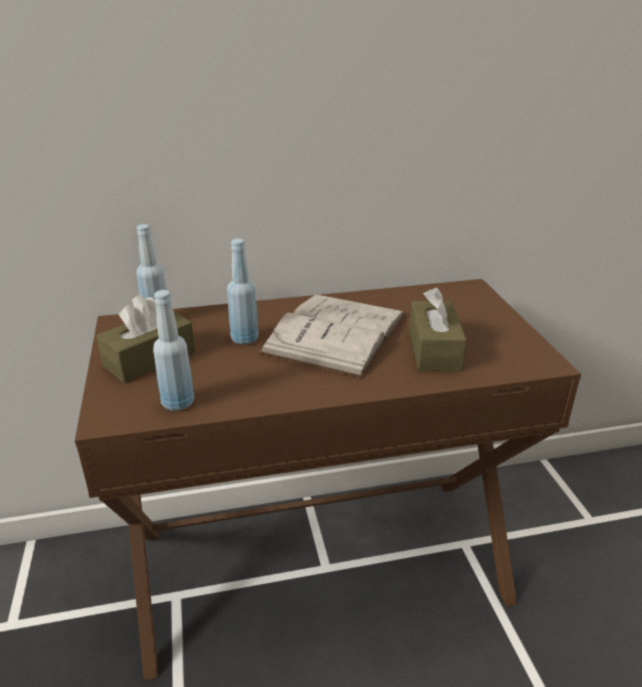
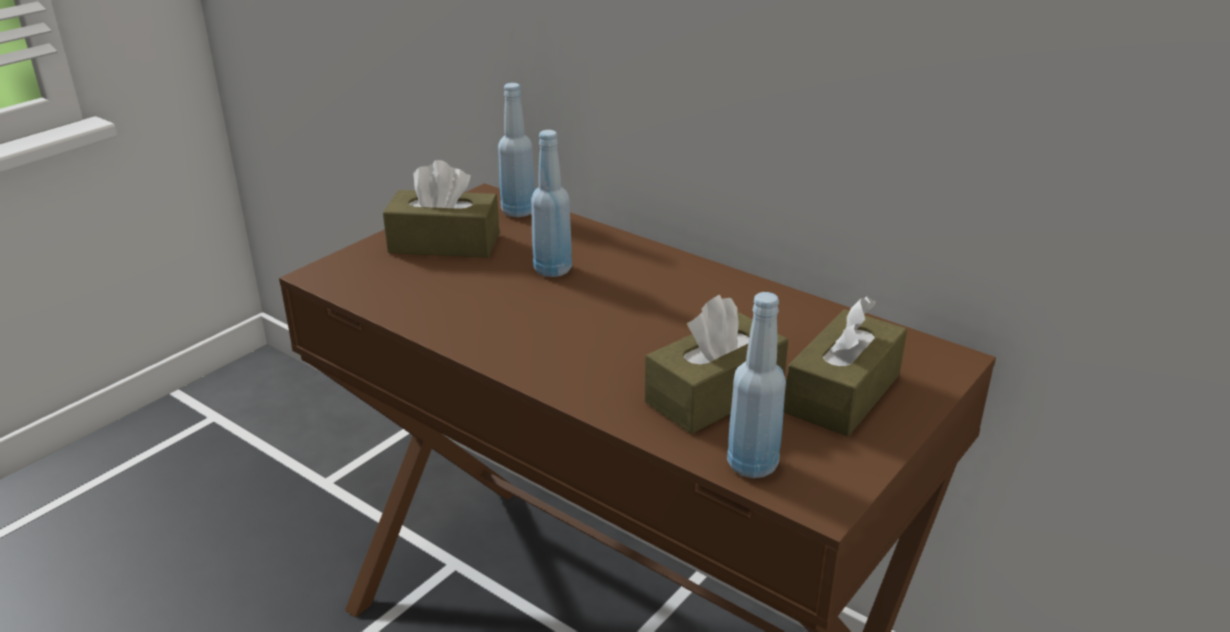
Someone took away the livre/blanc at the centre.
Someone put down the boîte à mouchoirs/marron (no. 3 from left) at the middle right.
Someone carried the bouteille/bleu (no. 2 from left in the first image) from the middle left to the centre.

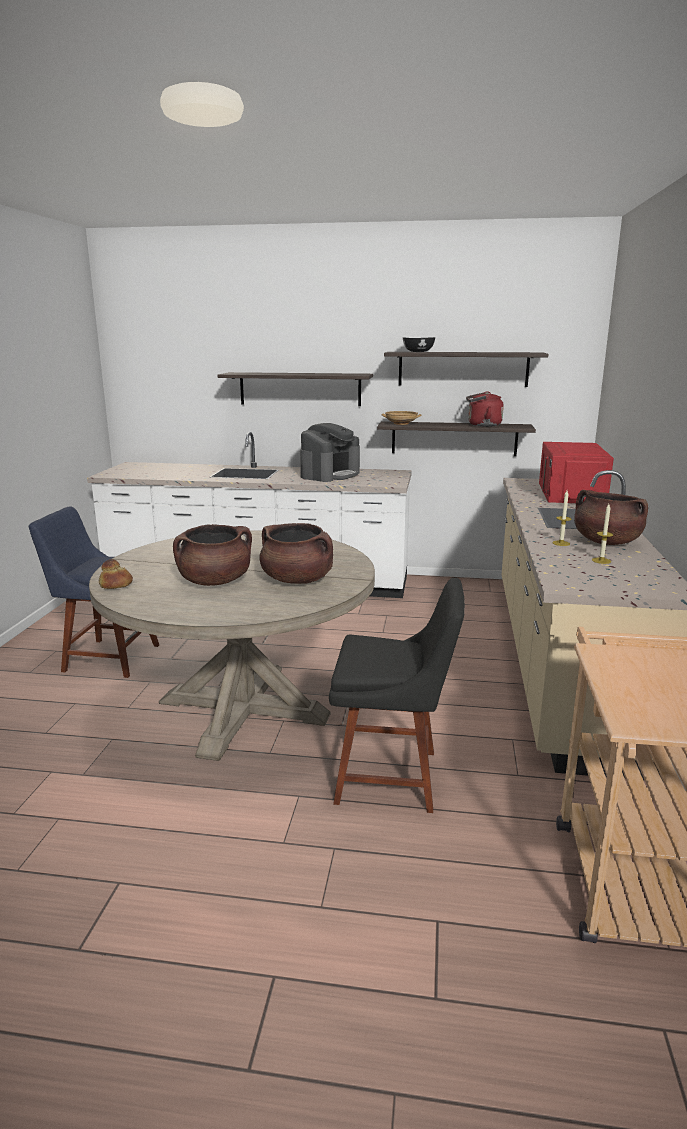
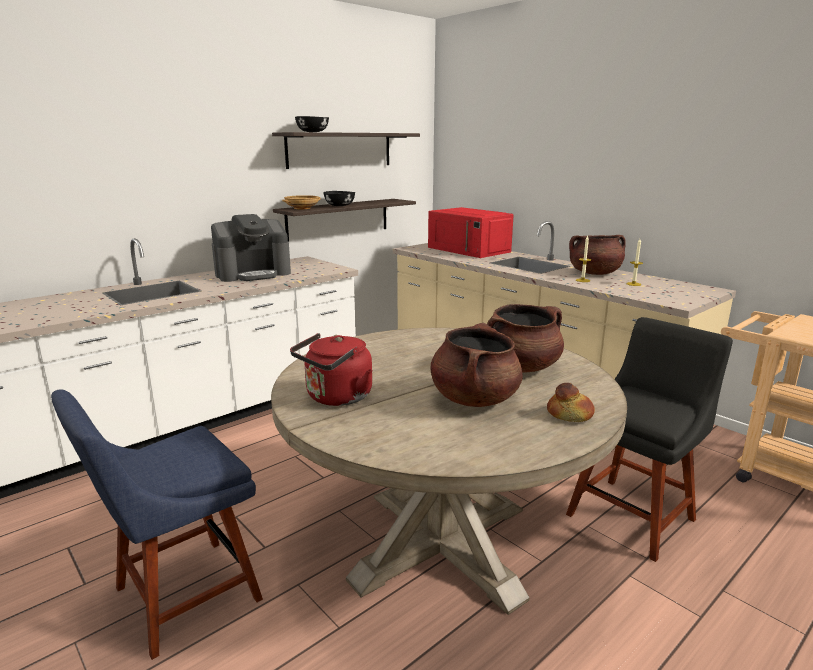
Someone took away the étagère (no. 1 from left) at the centre.
Someone put down the bol/noir (no. 2 from left) at the top centre.
Someone carried the pain from the middle left to the middle right.
Someone carried the bouilloire/rouge from the middle right to the centre.
Someone rotated the machine à café at the centre by 75 degrees clockwise.

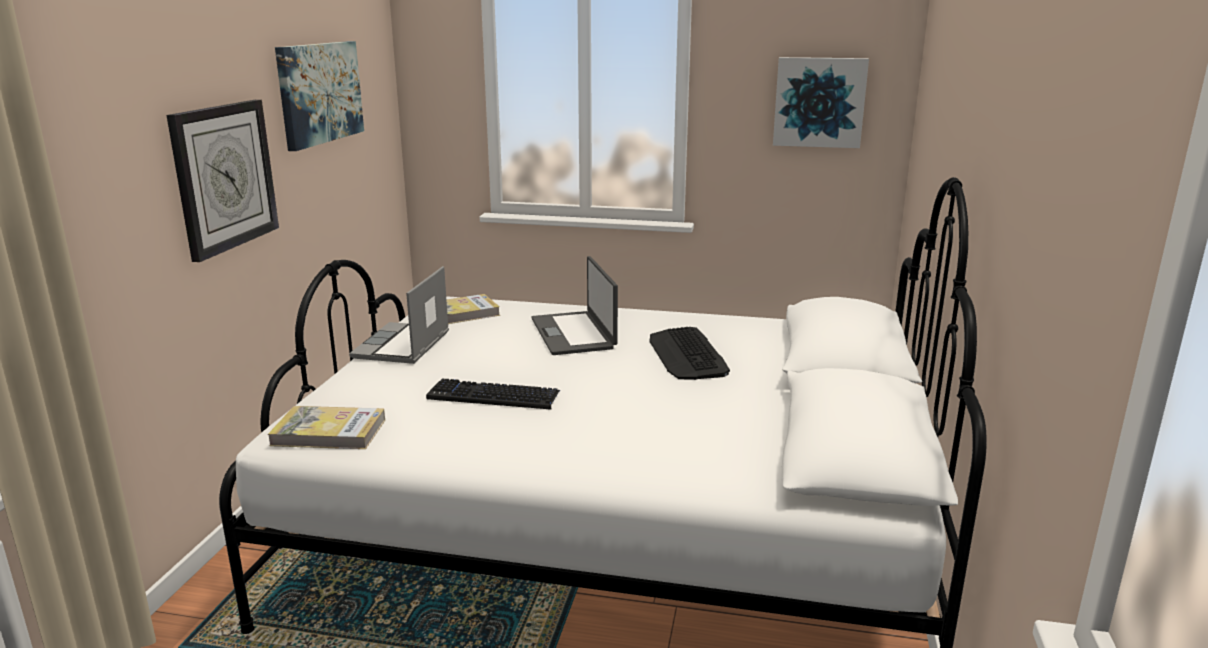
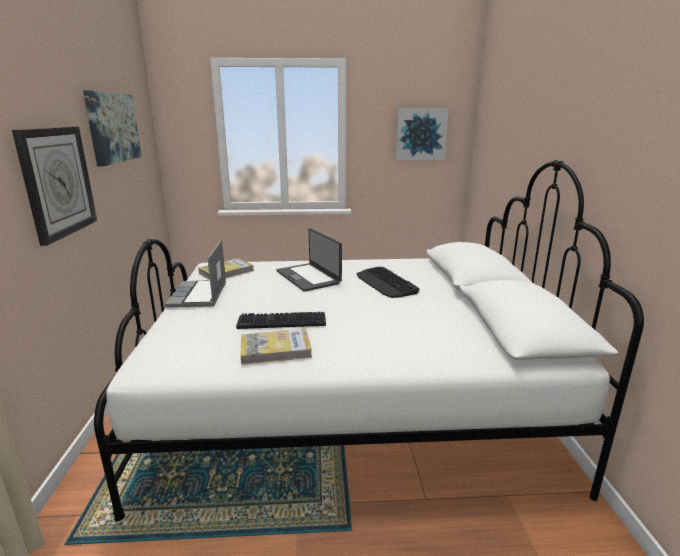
Someone carried the livre (no. 1 from left in the first image) from the middle left to the centre.

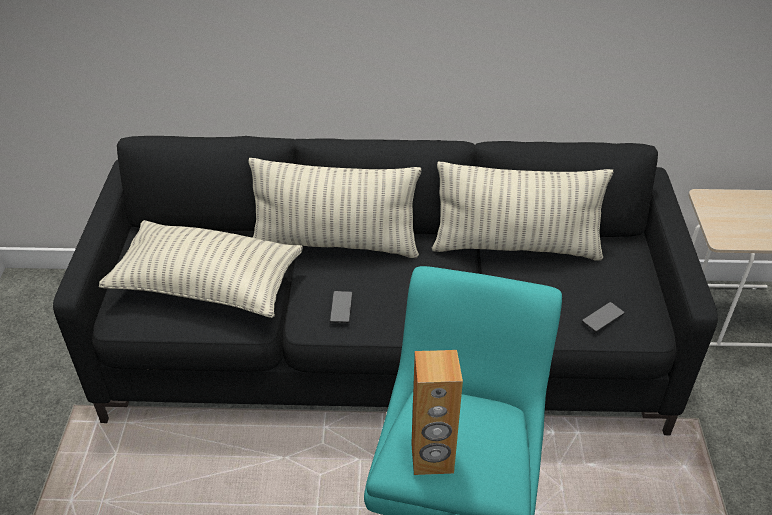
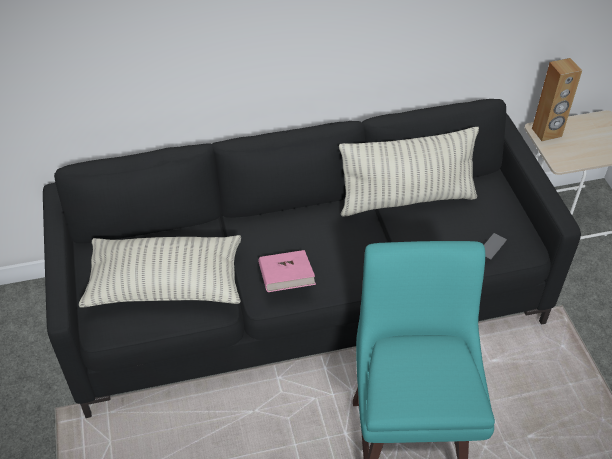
Someone took away the coussin (no. 2 from left) at the centre.
Someone carried the enceinte/marron from the bottom centre to the top right.
Someone swapped the téléphone (no. 1 from left) at the centre for the livre/rose at the centre.

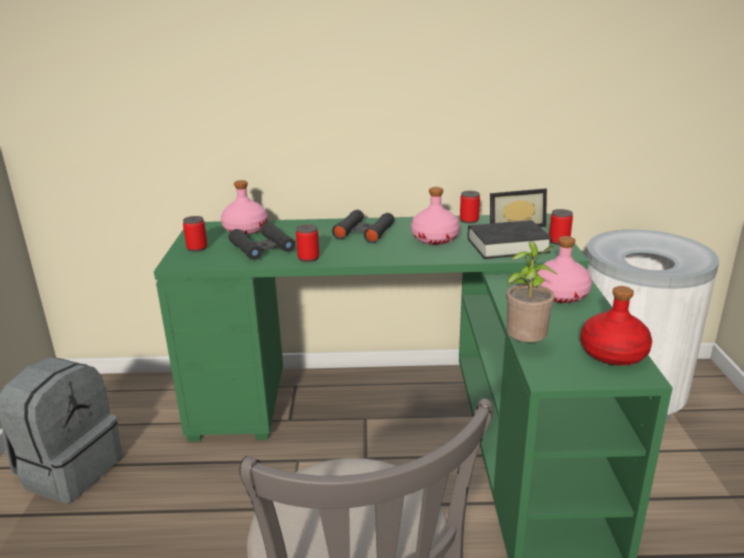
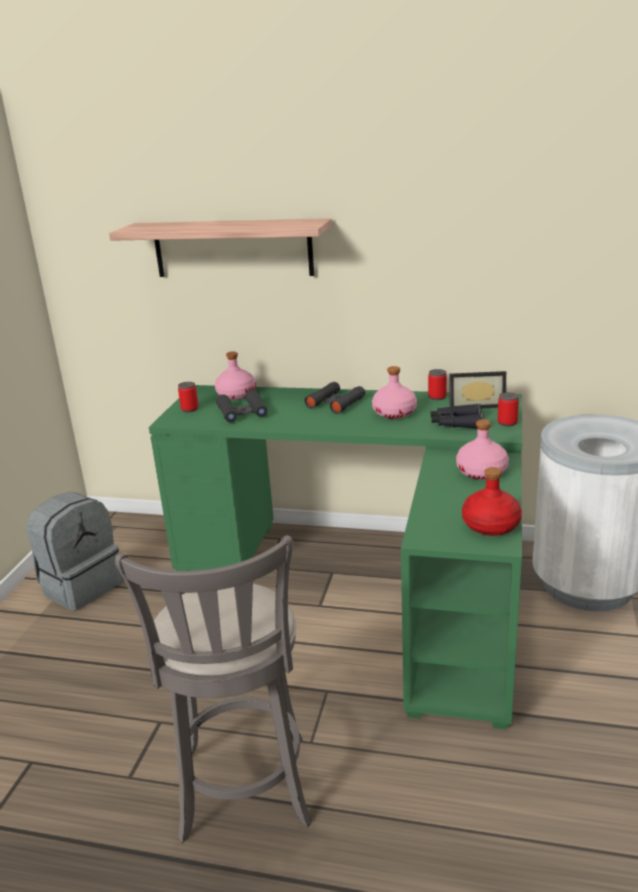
Someone took away the boîte métallique (no. 2 from left) at the centre.
Someone took away the plante en pot at the middle right.
Someone put up the étagère at the top centre.
Someone swapped the livre/noir at the middle right for the jumelles/noir (no. 3 from left) at the middle right.

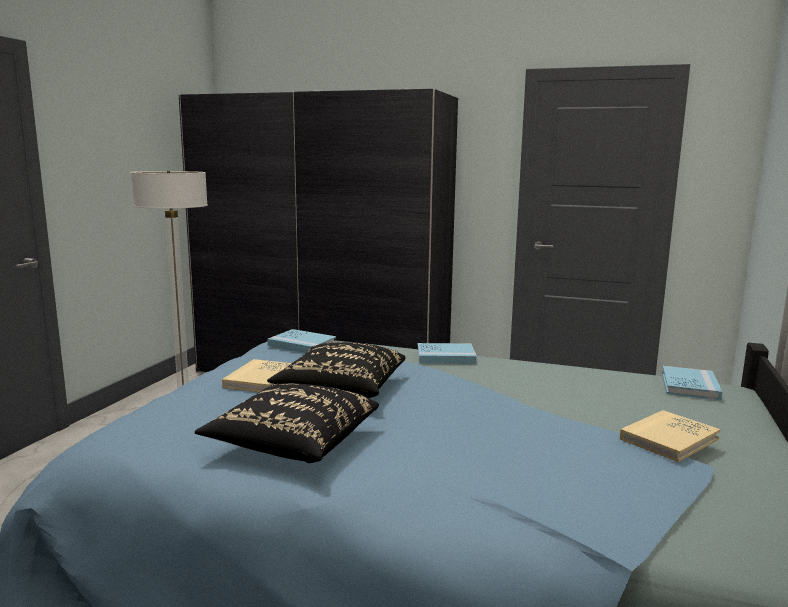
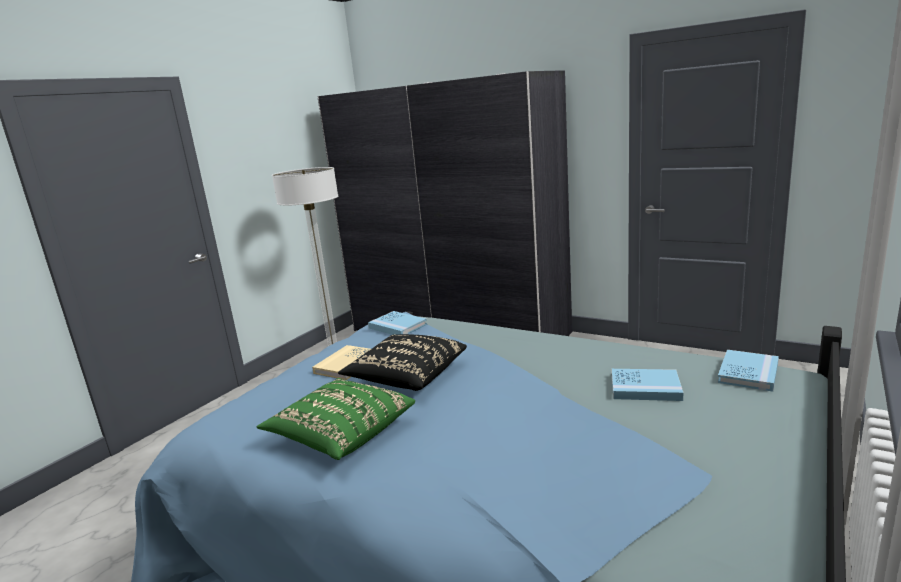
Someone took away the livre/beige (no. 2 from left) at the bottom right.
Someone carried the livre/bleu (no. 2 from left) from the centre to the middle right.
Someone repainted the coussin/noir (no. 1 from left) at the bottom centre, which became the coussin/vert at the bottom centre.

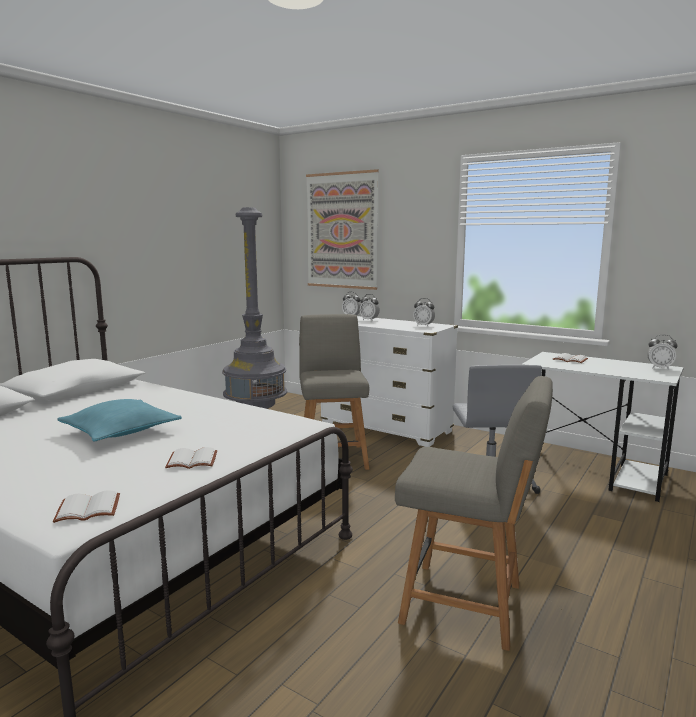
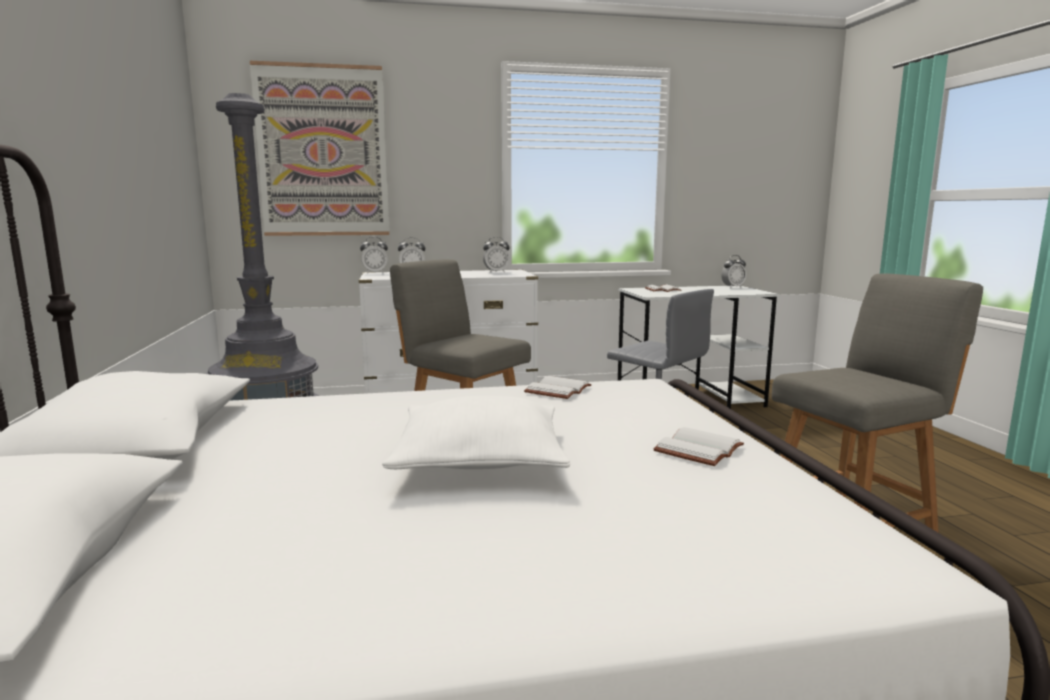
Someone carried the livre/blanc (no. 1 from left) from the bottom left to the centre.
Someone repainted the coussin/turquoise at the middle left, which became the coussin/blanc at the centre.

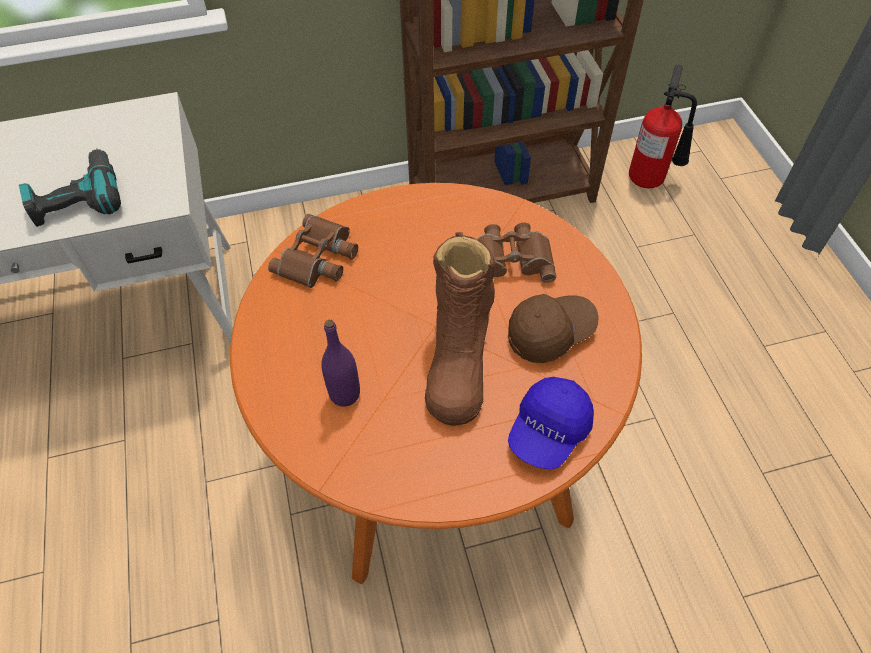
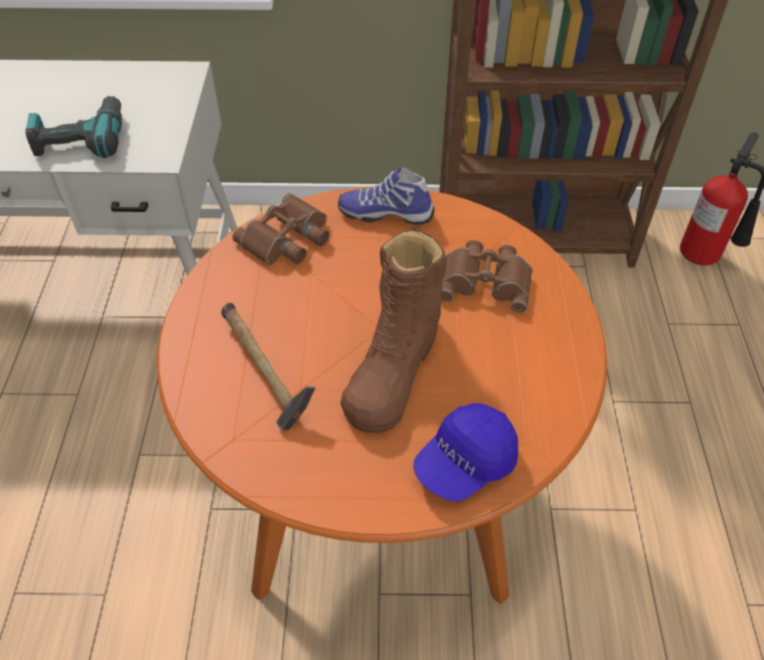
Someone took away the casquette/marron at the centre.
Someone put down the chaussure at the top centre.
Someone swapped the bouteille/violet at the centre for the marteau at the centre.

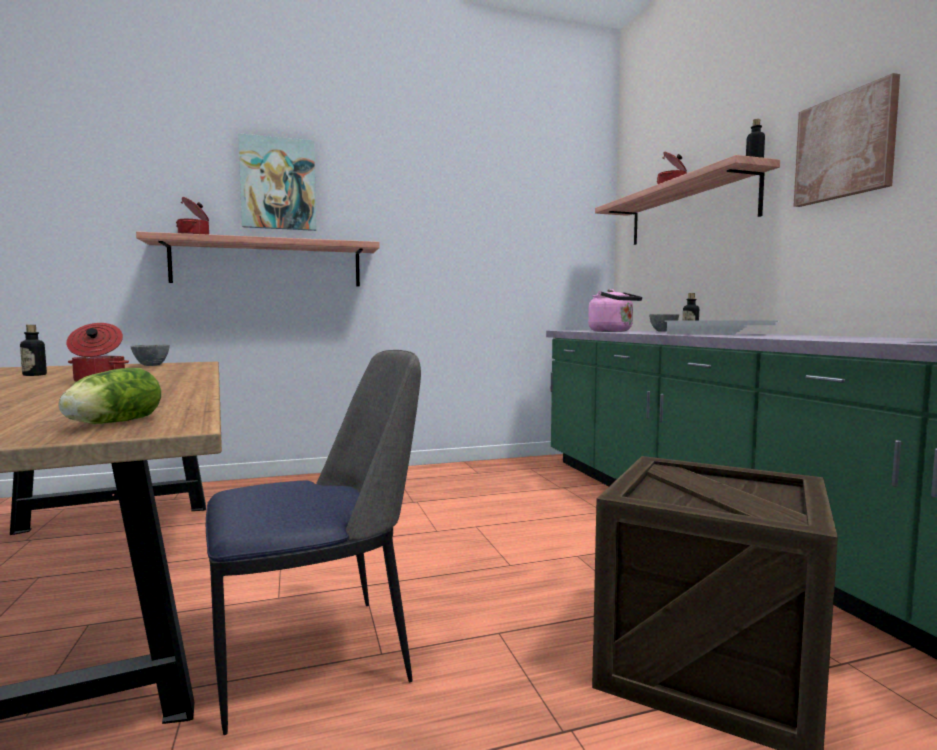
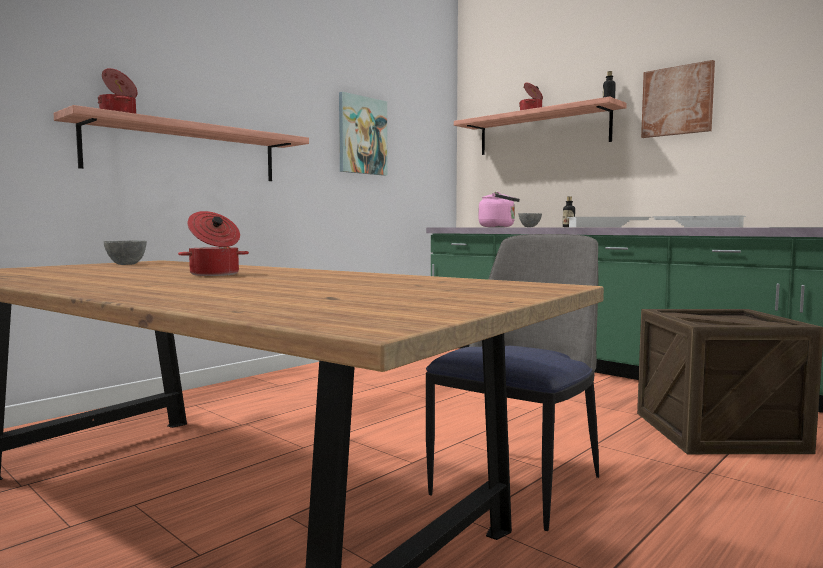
Someone took away the bouteille (no. 1 from left) at the middle left.
Someone took away the laitue at the middle left.
Someone put down the plateau/blanc (no. 2 from left) at the middle right.
Someone carried the tableau (no. 1 from left) from the top left to the top centre.

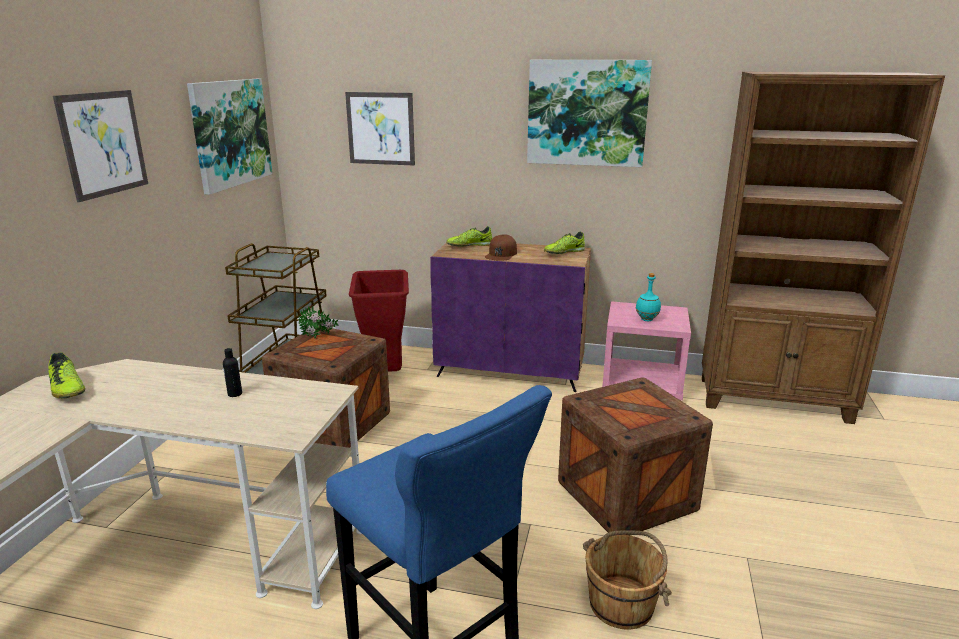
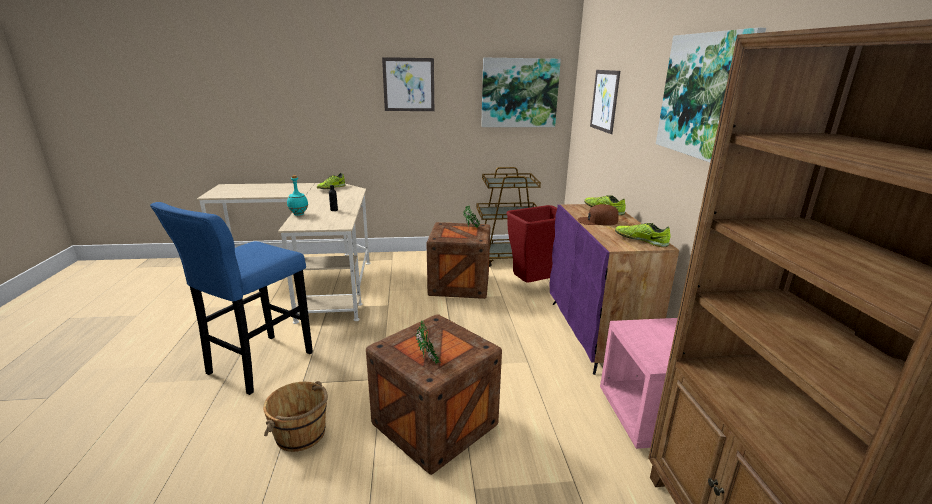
Someone put down the plante en pot (no. 1 from left) at the bottom centre.
Someone carried the bouteille/turquoise from the middle right to the middle left.

